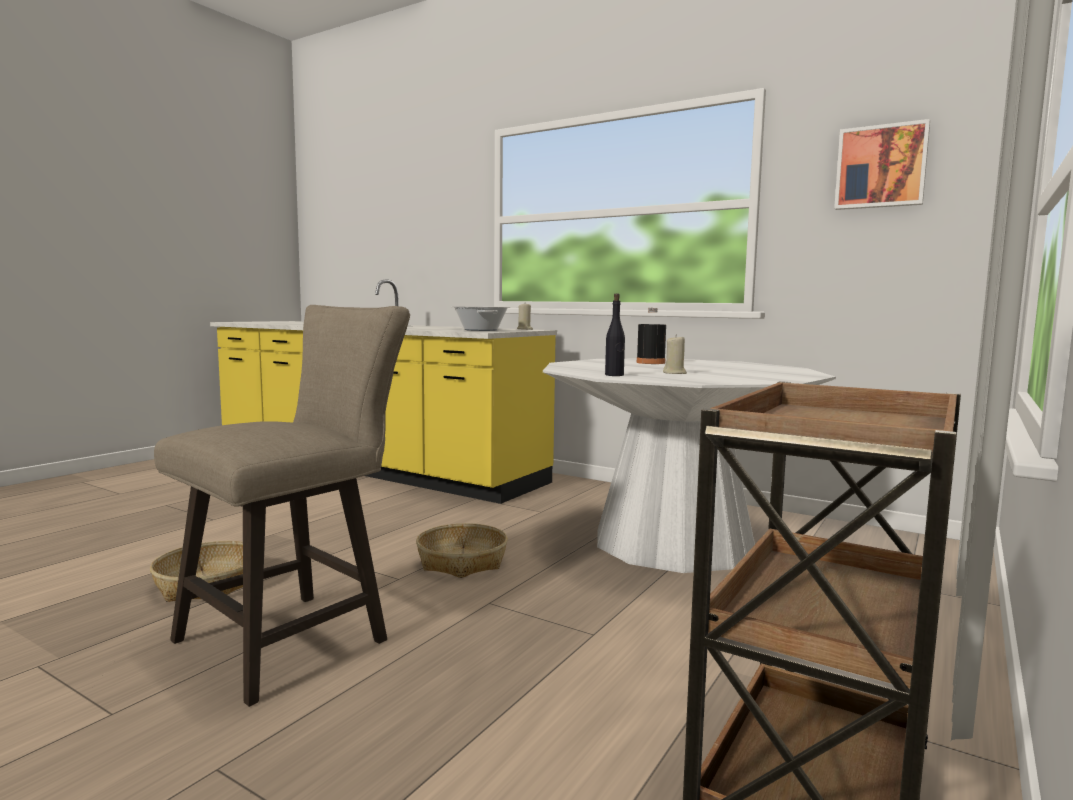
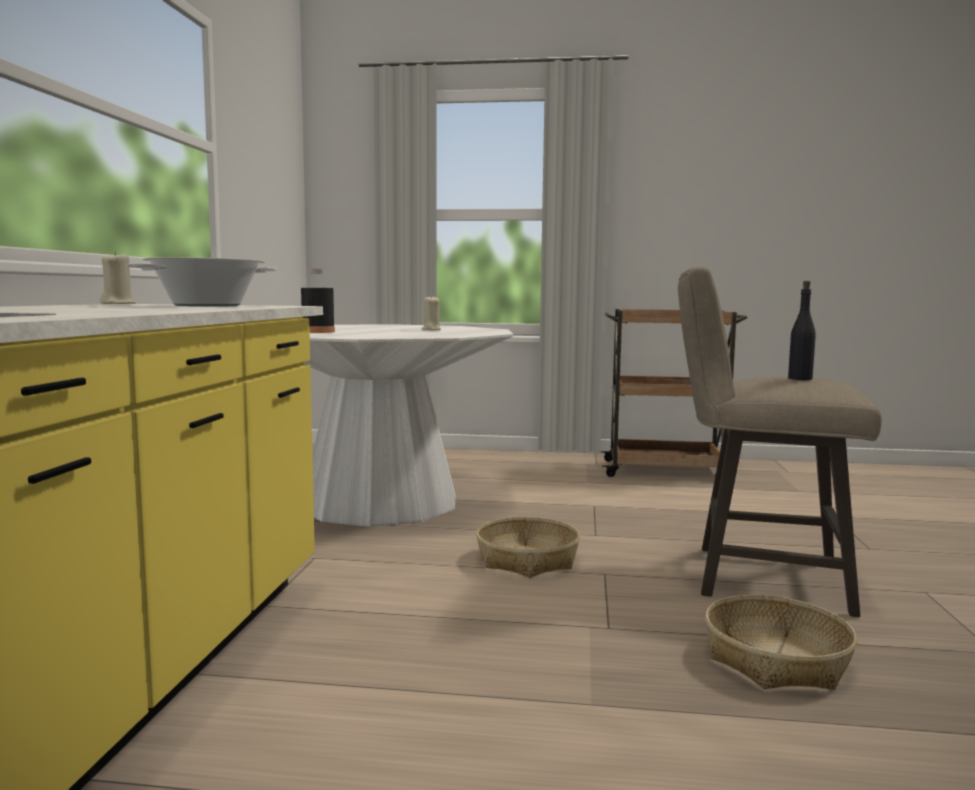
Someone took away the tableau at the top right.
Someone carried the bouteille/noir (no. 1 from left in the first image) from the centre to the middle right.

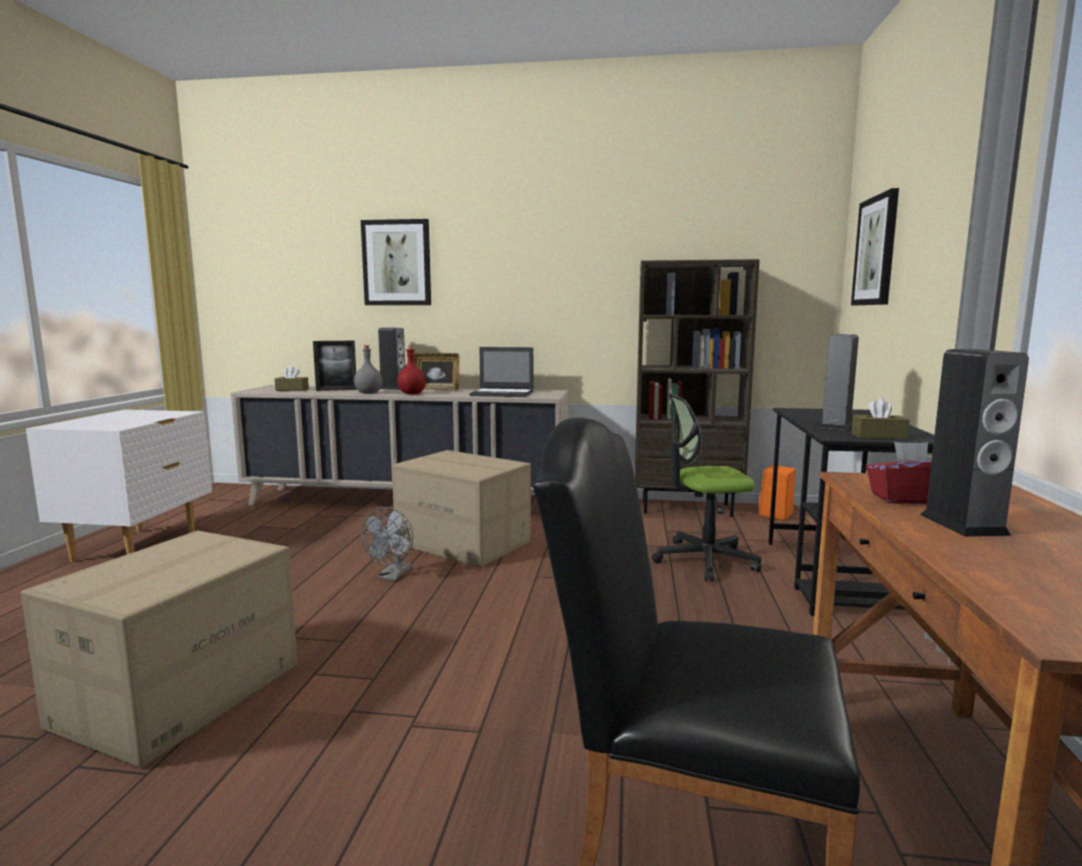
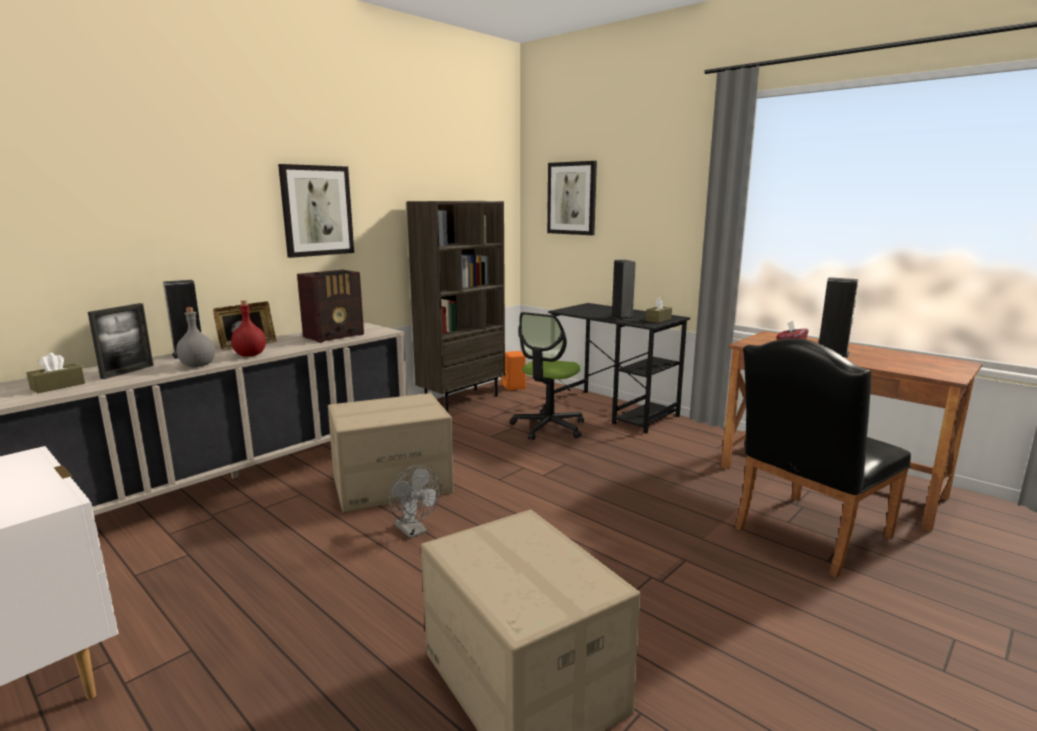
Someone carried the tableau (no. 1 from left) from the top centre to the top left.
Someone swapped the ordinateur portable at the centre for the radio at the middle left.

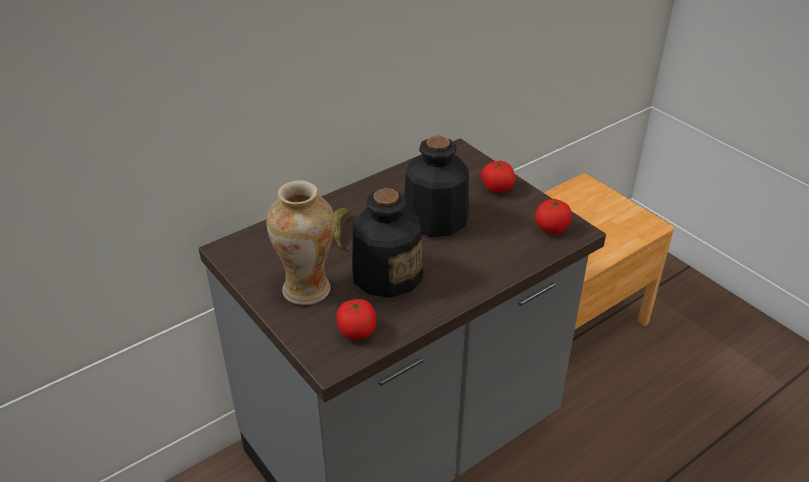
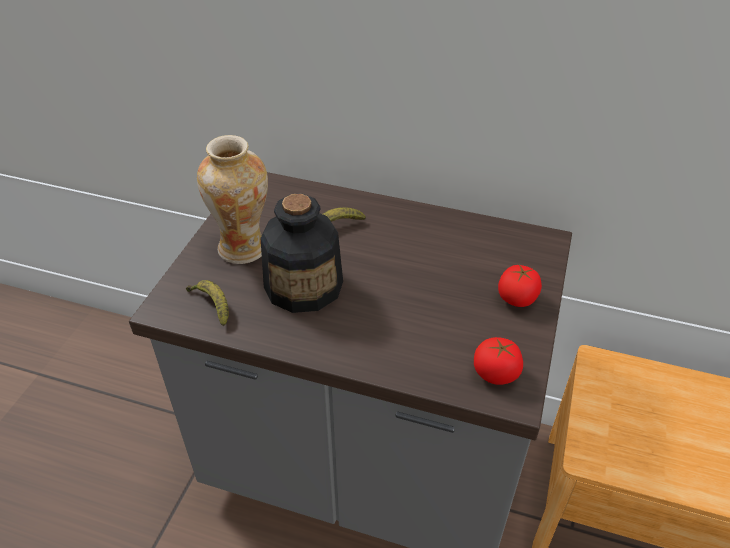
Someone took away the bouteille (no. 2 from left) at the centre.
Someone swapped the tomate (no. 1 from left) at the centre for the banane (no. 1 from left) at the middle left.

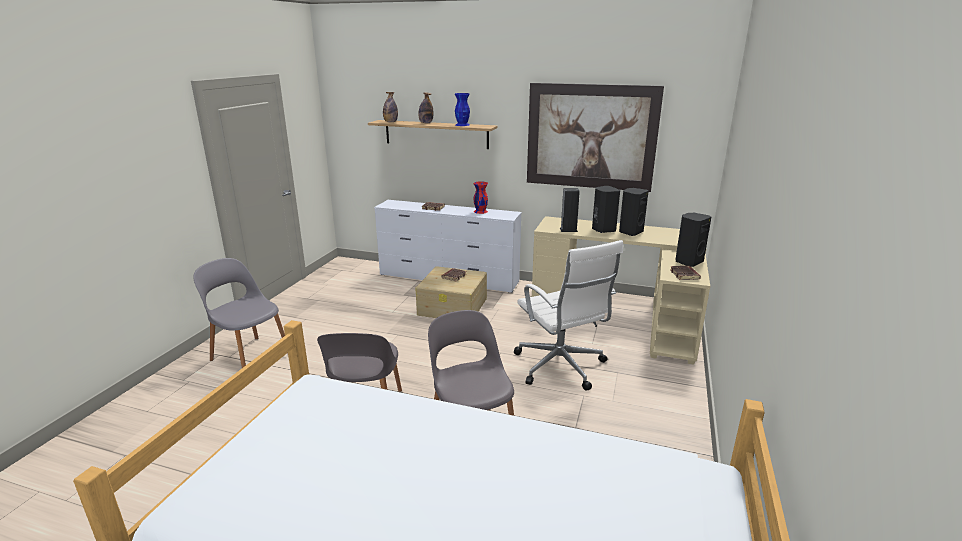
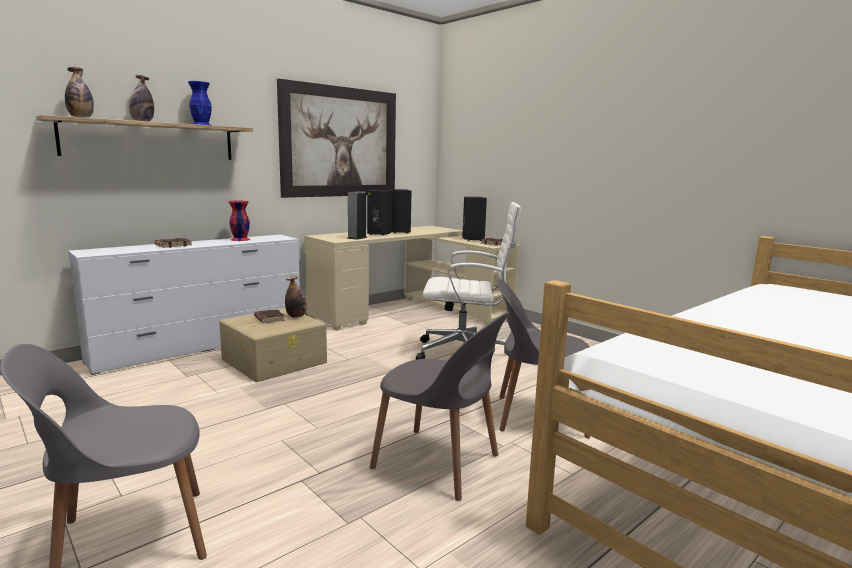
Someone put down the bouteille (no. 3 from left) at the centre.

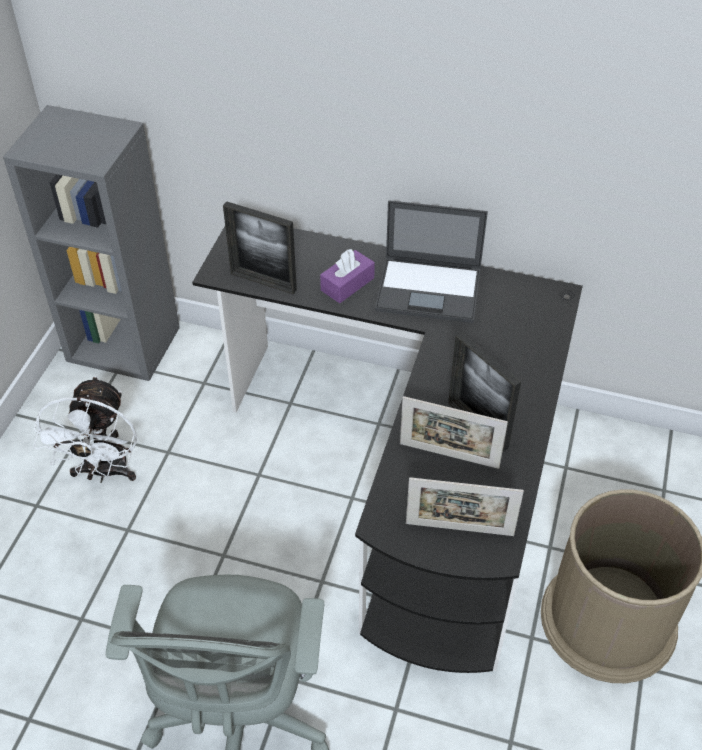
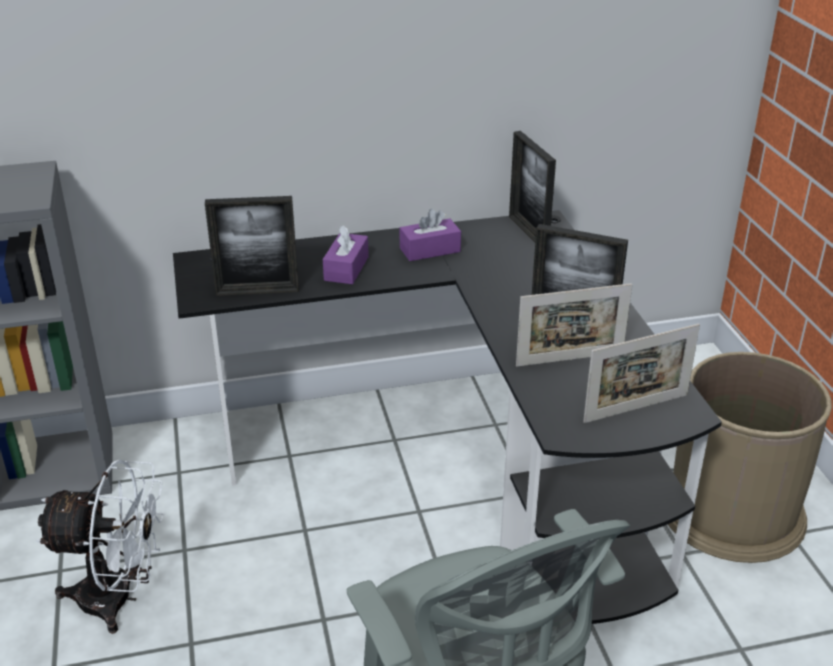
Someone put down the cadre photo (no. 2 from left) at the top centre.
Someone swapped the ordinateur portable at the centre for the boîte à mouchoirs/violet (no. 2 from left) at the centre.
Someone rotated the ventilateur/blanc at the middle left by 60 degrees counterclockwise.

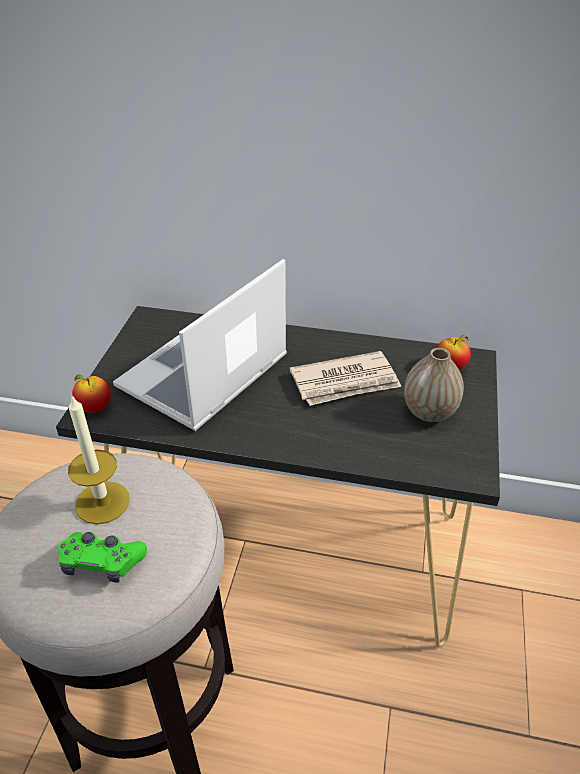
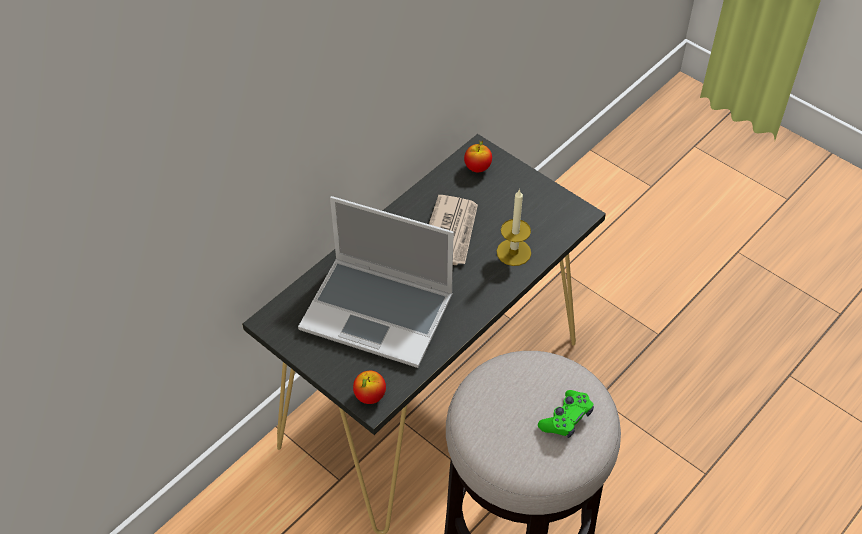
Someone took away the vase at the middle right.
Someone carried the bougie from the middle left to the centre.
Someone rotated the ordinateur portable at the centre by 45 degrees counterclockwise.

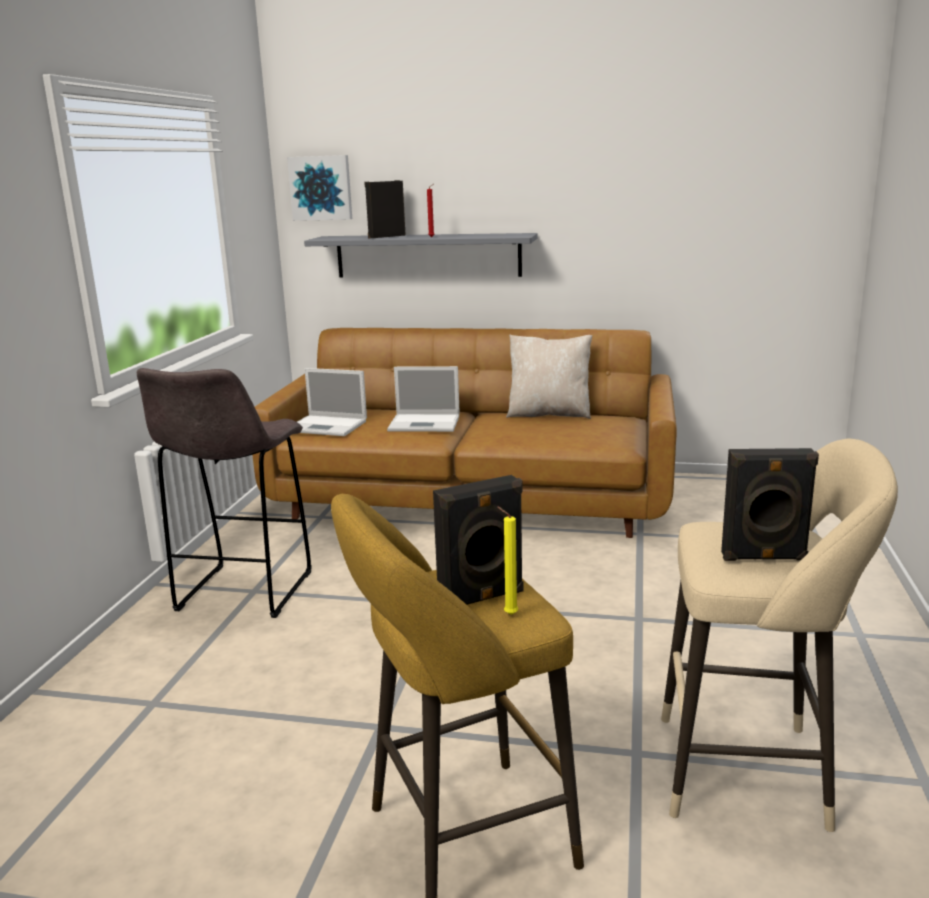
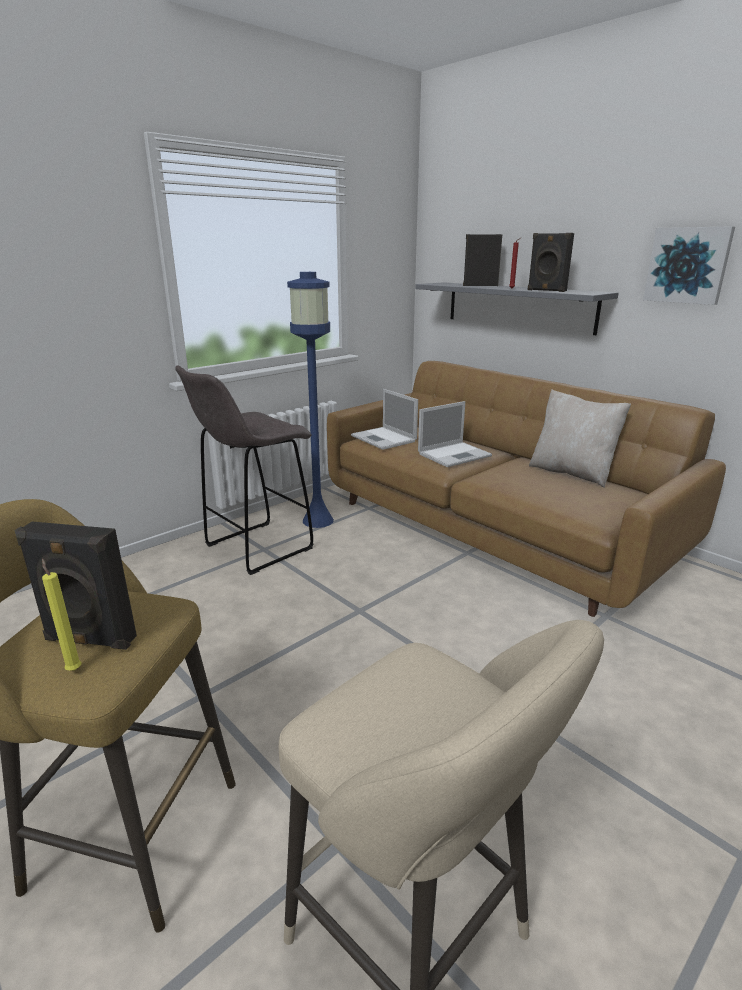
Someone put down the lampadaire/bleu at the centre.
Someone carried the tableau from the top centre to the top right.
Someone carried the enceinte/noir (no. 3 from left) from the middle right to the top right.
Someone rotated the ordinateur portable (no. 2 from left) at the centre by 75 degrees counterclockwise.

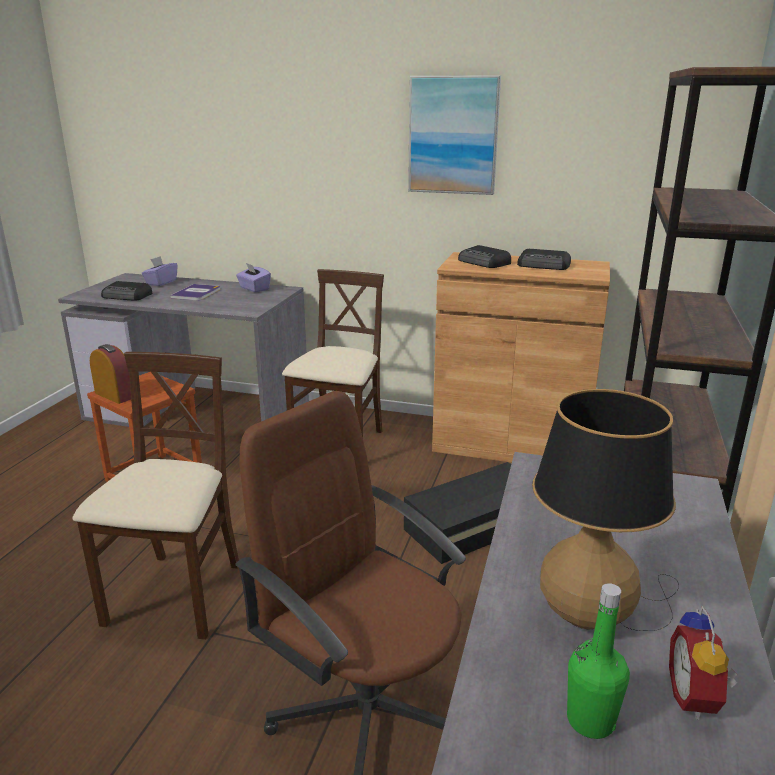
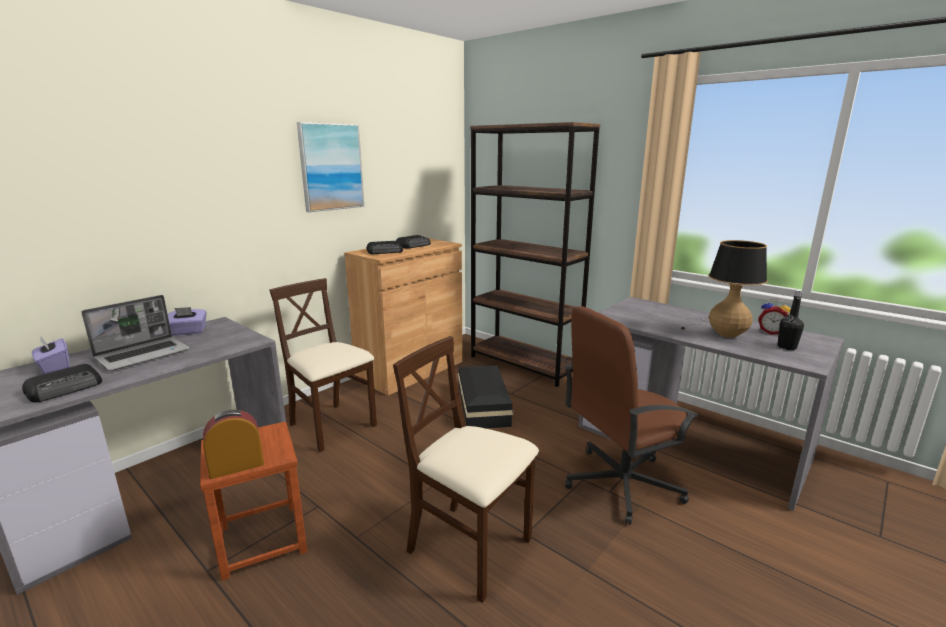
Someone swapped the livre at the middle left for the ordinateur portable at the middle left.
Someone repainted the bouteille/vert at the bottom right, which became the bouteille/noir at the middle right.

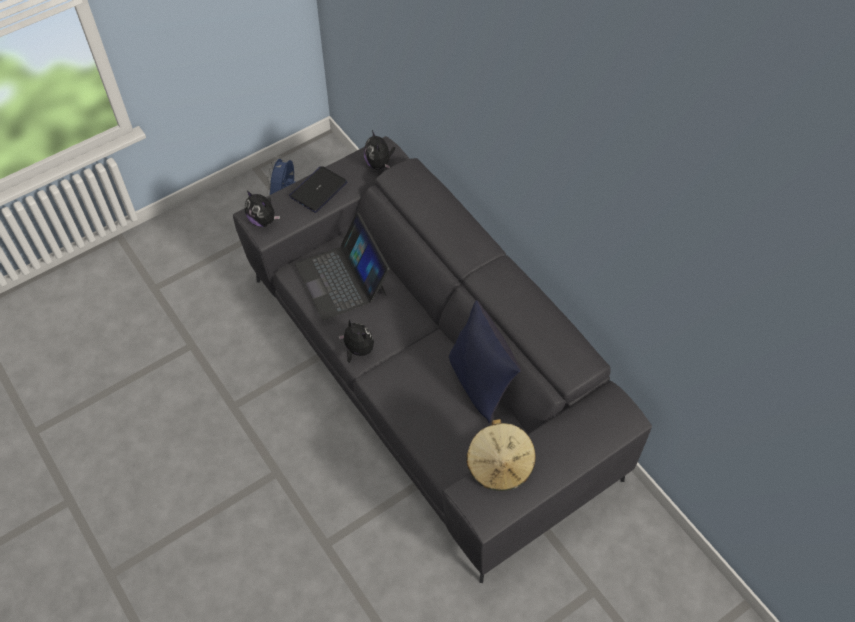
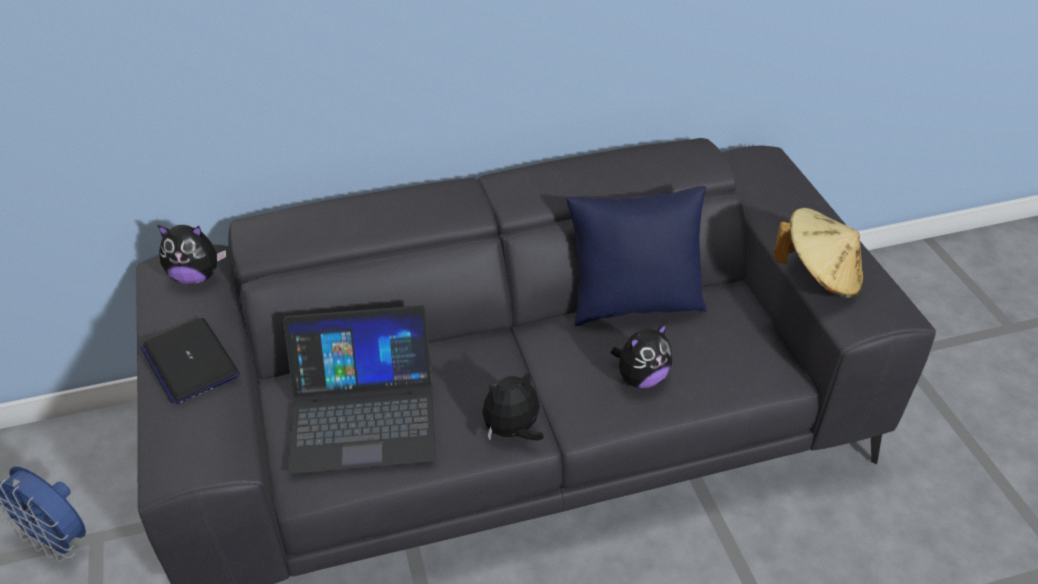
Someone carried the peluche (no. 1 from left in the first image) from the middle left to the centre.

